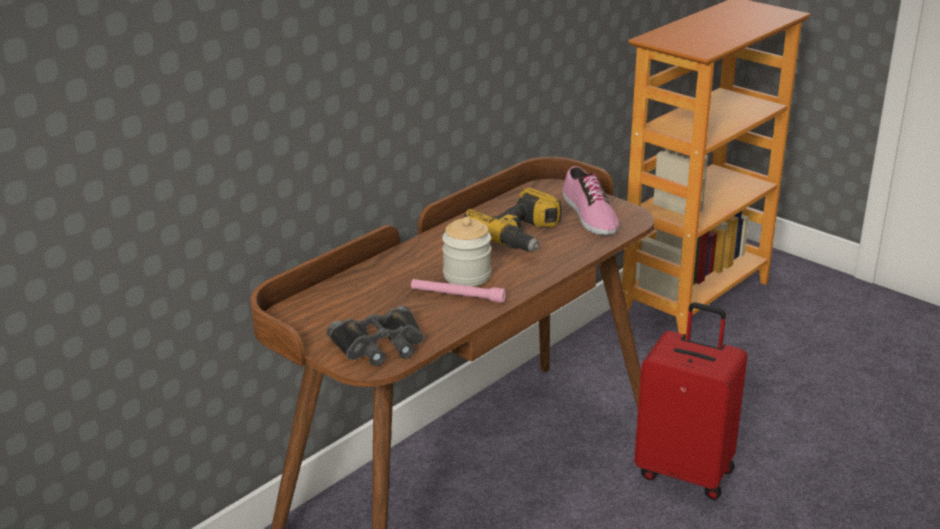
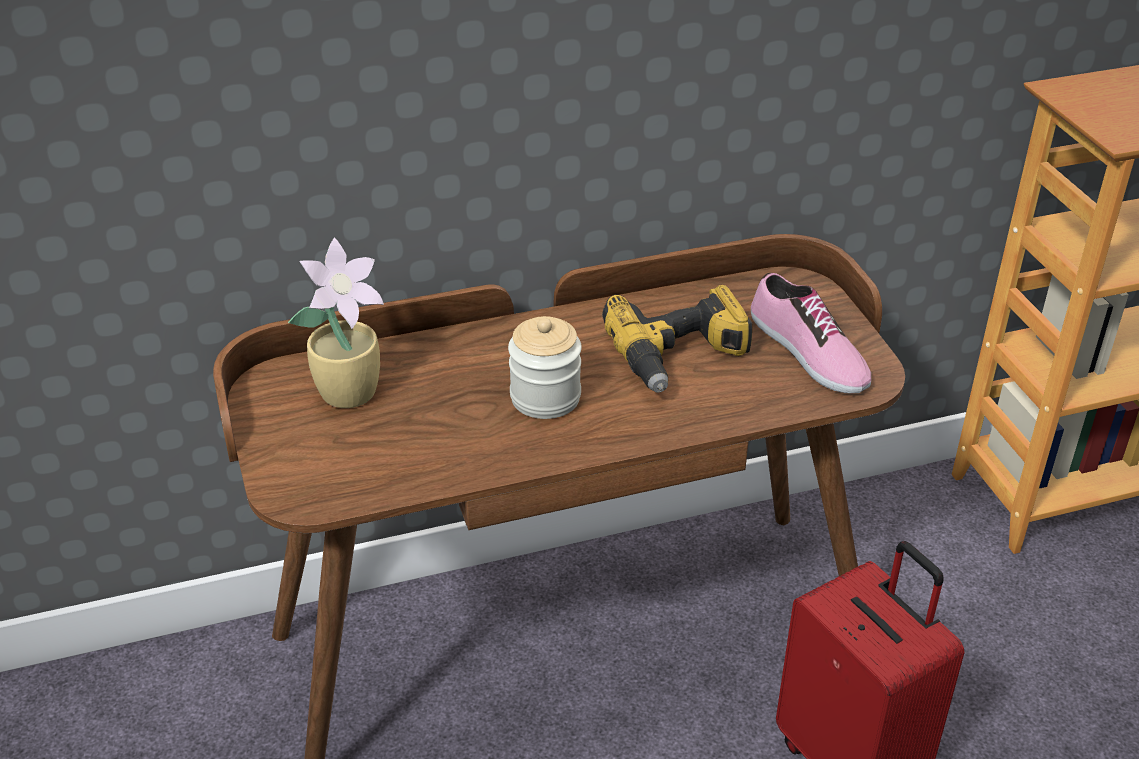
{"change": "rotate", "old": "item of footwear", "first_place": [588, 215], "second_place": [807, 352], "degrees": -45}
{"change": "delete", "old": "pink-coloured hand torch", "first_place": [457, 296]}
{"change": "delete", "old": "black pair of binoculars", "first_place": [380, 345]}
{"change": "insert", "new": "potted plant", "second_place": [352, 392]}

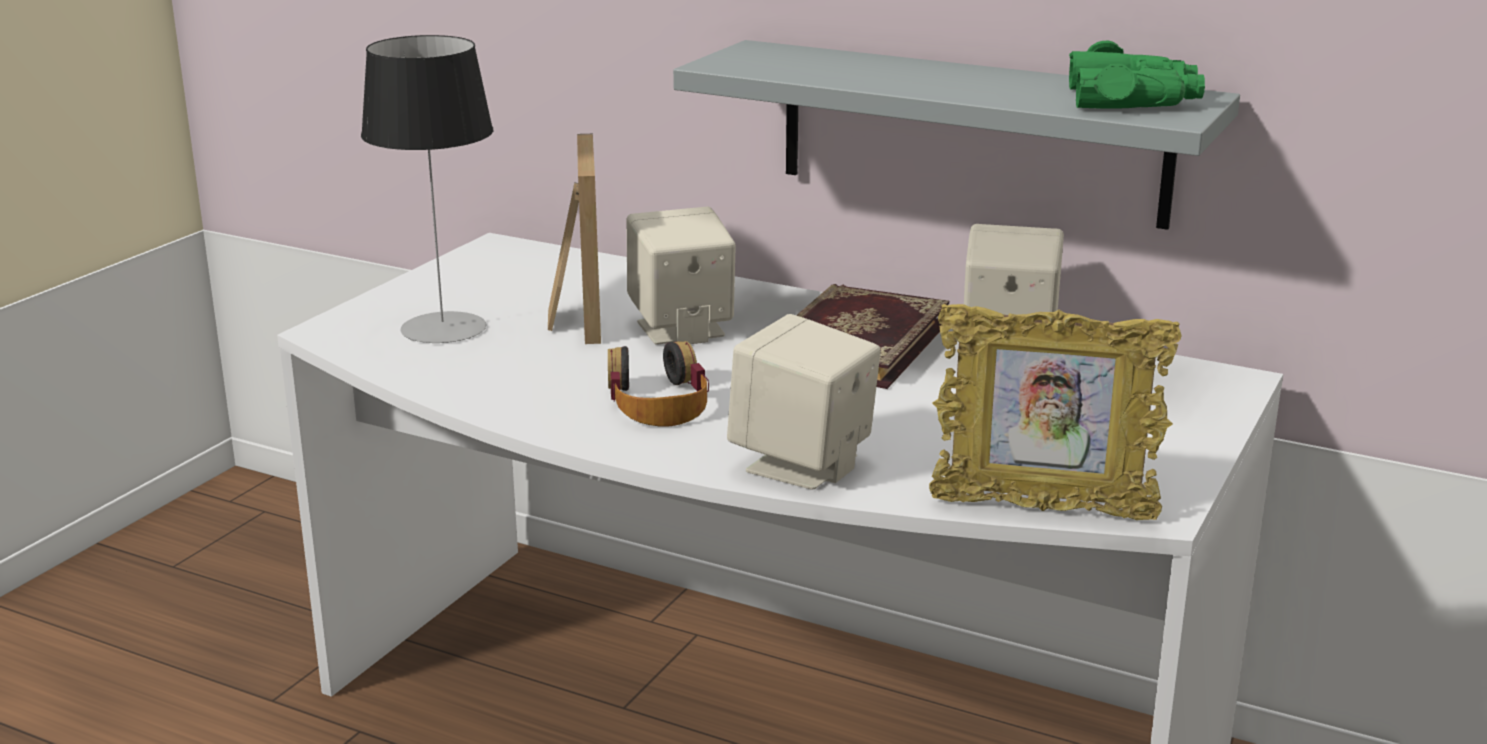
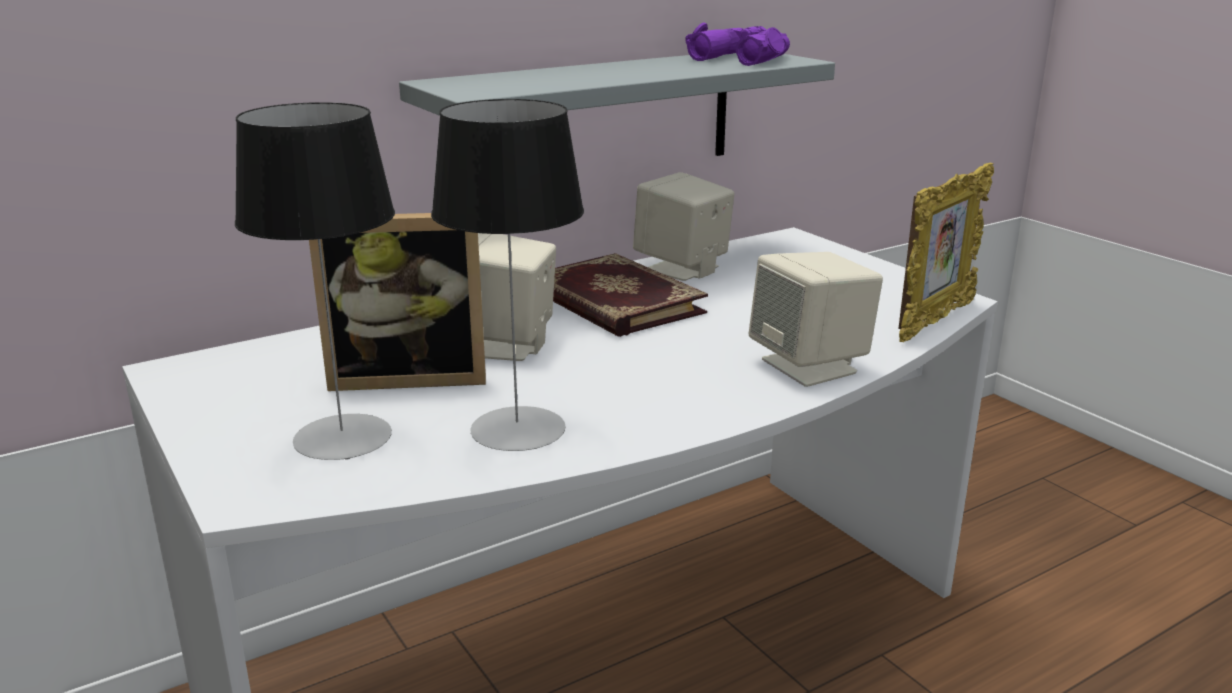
{"change": "recolor", "old": "green-coloured pair of binoculars", "new": "purple-coloured pair of binoculars", "first_place": [1132, 99], "second_place": [743, 58]}
{"change": "rotate", "old": "picture frame", "first_place": [574, 316], "second_place": [409, 376], "degrees": 150}
{"change": "delete", "old": "headset", "first_place": [658, 401]}
{"change": "insert", "new": "table lamp", "second_place": [517, 429]}

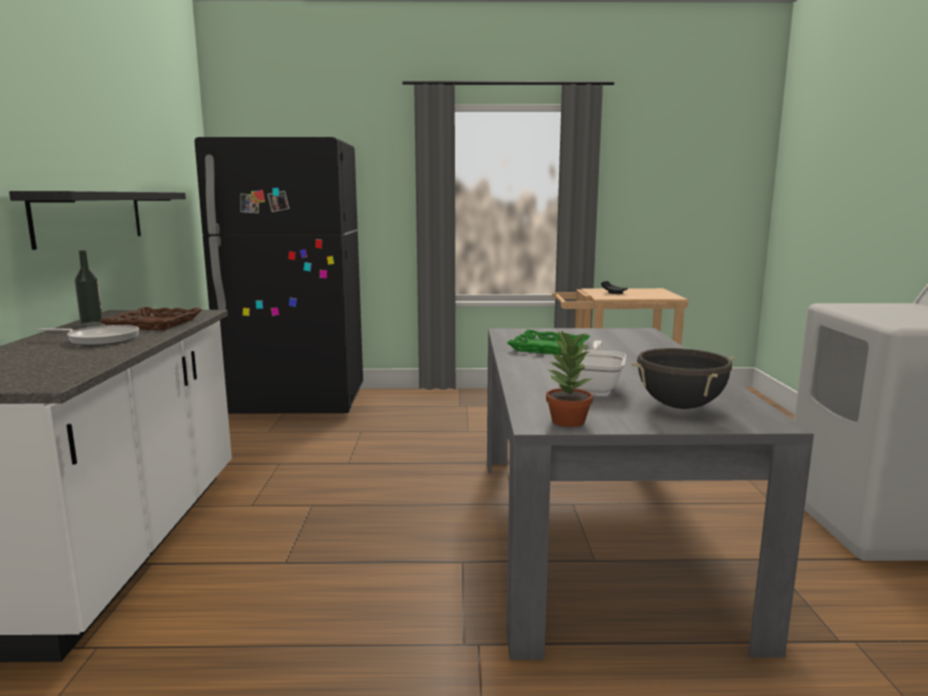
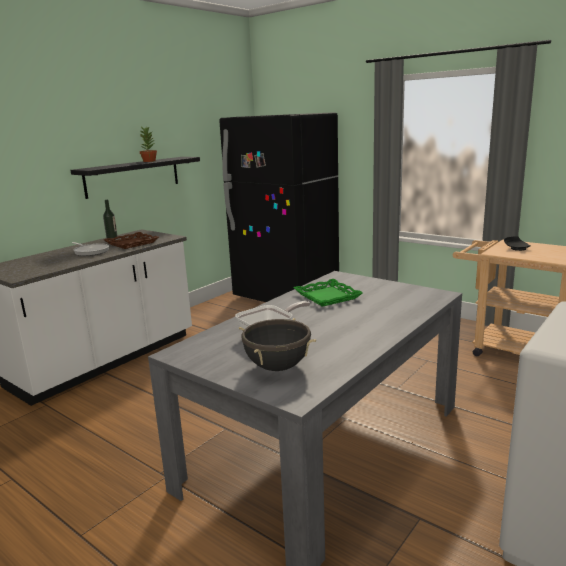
{"change": "move", "old": "potted plant", "first_place": [567, 421], "second_place": [149, 161]}

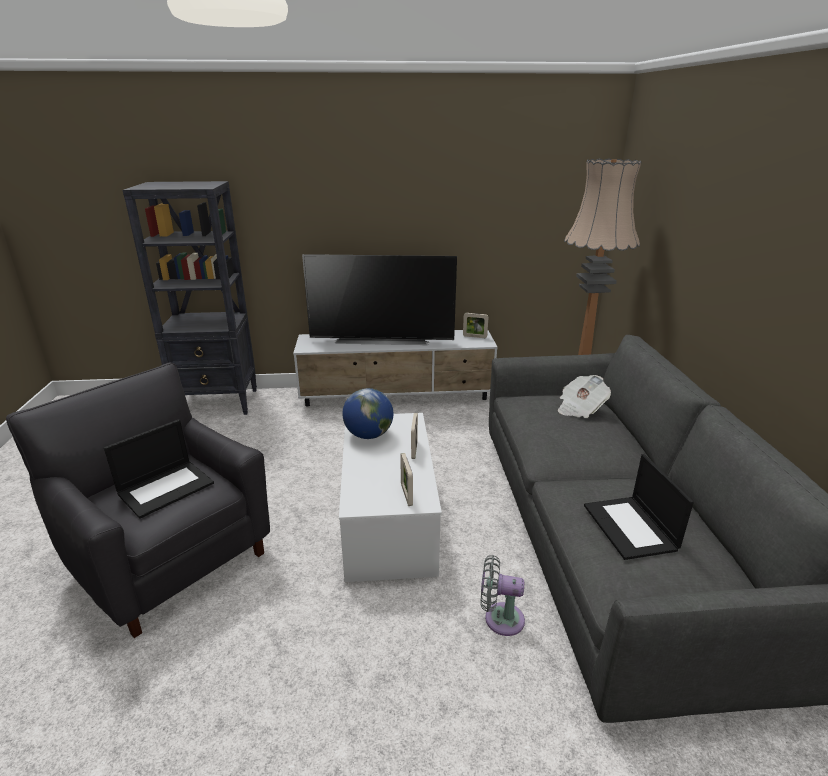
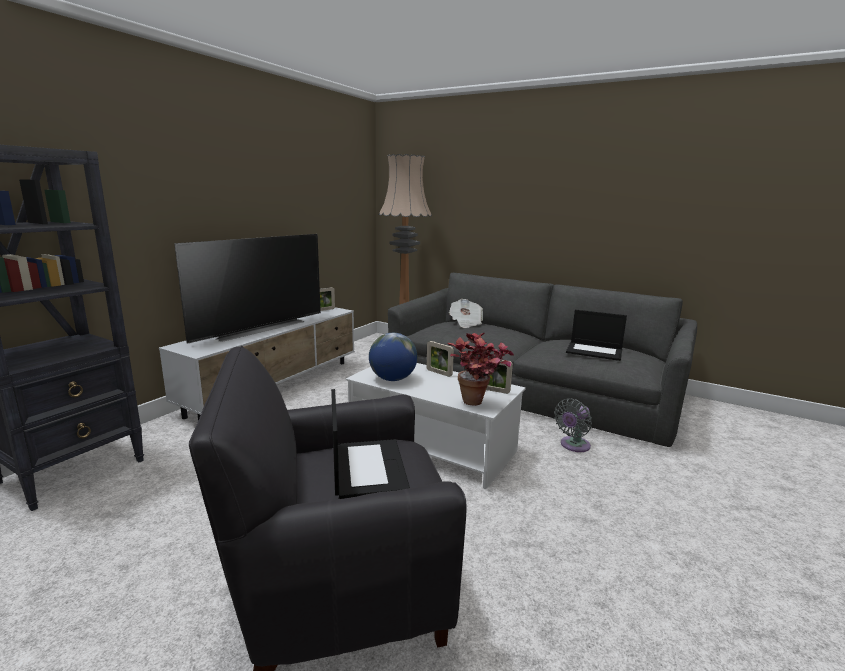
{"change": "insert", "new": "potted plant", "second_place": [478, 404]}

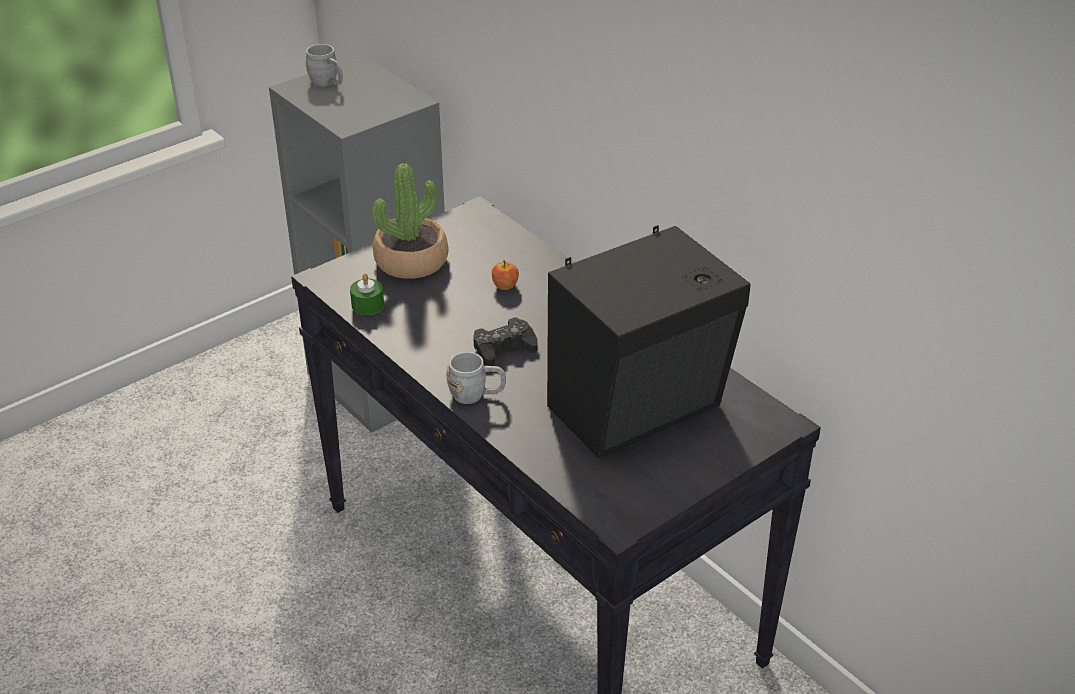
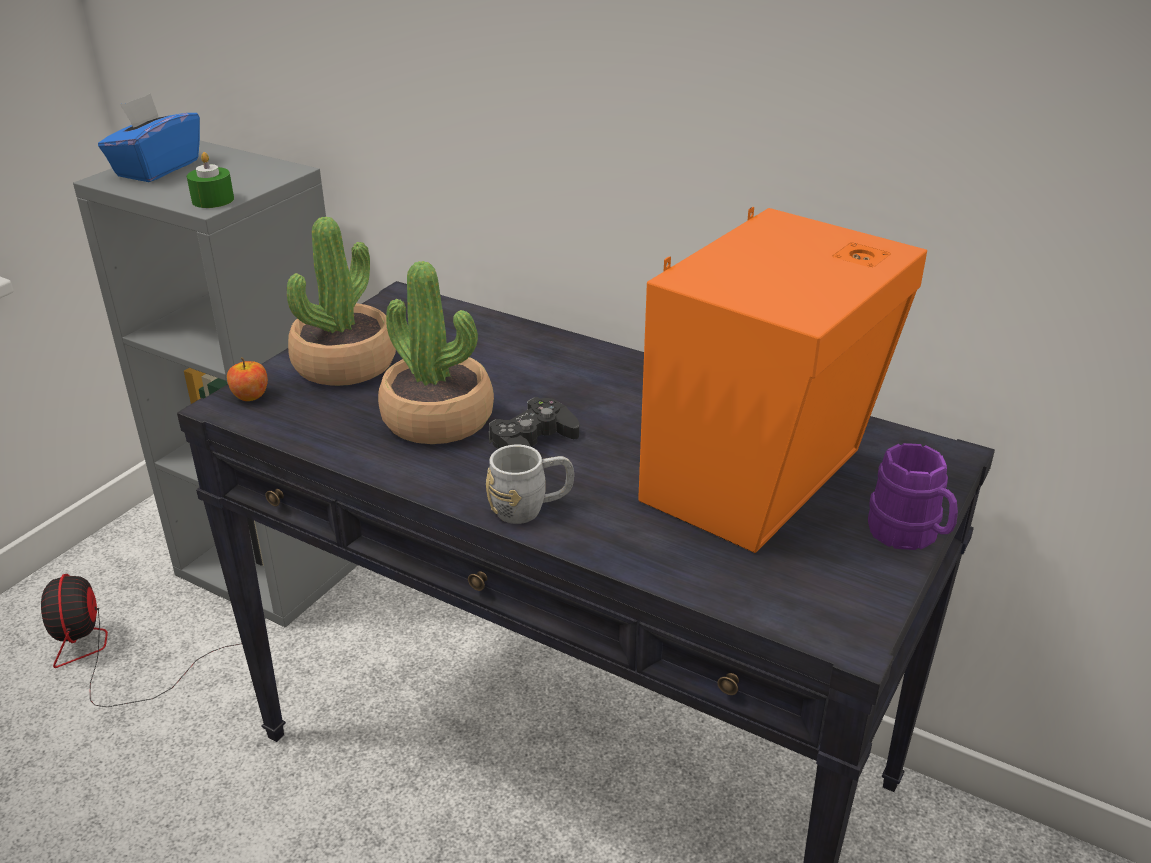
{"change": "replace", "old": "greyish coffee mug", "new": "bluish tissue holder", "first_place": [327, 83], "second_place": [157, 169]}
{"change": "recolor", "old": "black audio speaker", "new": "orange-coloured audio speaker", "first_place": [641, 409], "second_place": [765, 477]}
{"change": "move", "old": "apple fruit", "first_place": [505, 286], "second_place": [250, 396]}
{"change": "move", "old": "green-coloured candle", "first_place": [367, 305], "second_place": [213, 200]}
{"change": "insert", "new": "potted plant", "second_place": [438, 418]}
{"change": "insert", "new": "purple-coloured coffee mug", "second_place": [909, 535]}
{"change": "insert", "new": "cooling fan", "second_place": [106, 656]}

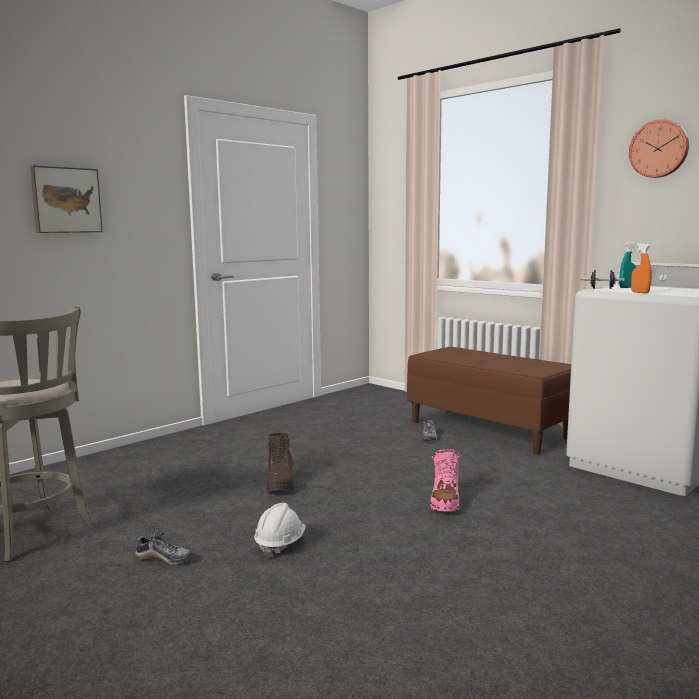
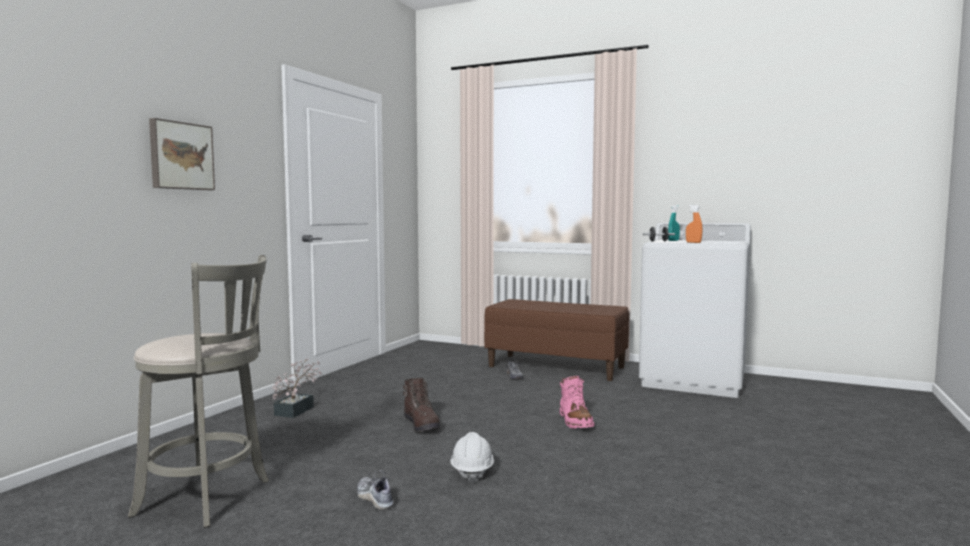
{"change": "delete", "old": "hanging clock", "first_place": [659, 149]}
{"change": "rotate", "old": "item of footwear", "first_place": [164, 558], "second_place": [374, 498], "degrees": -120}
{"change": "insert", "new": "potted plant", "second_place": [297, 409]}

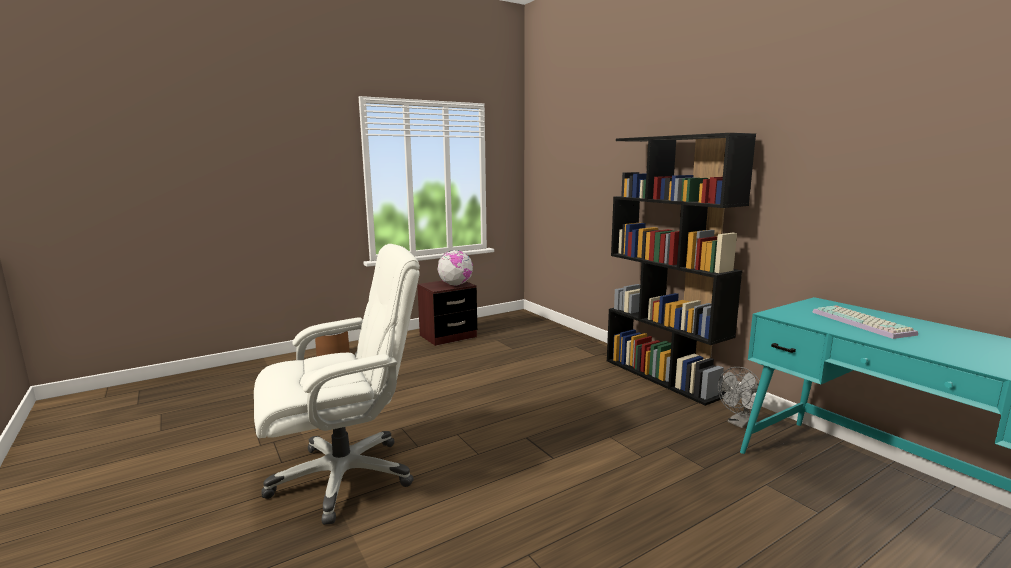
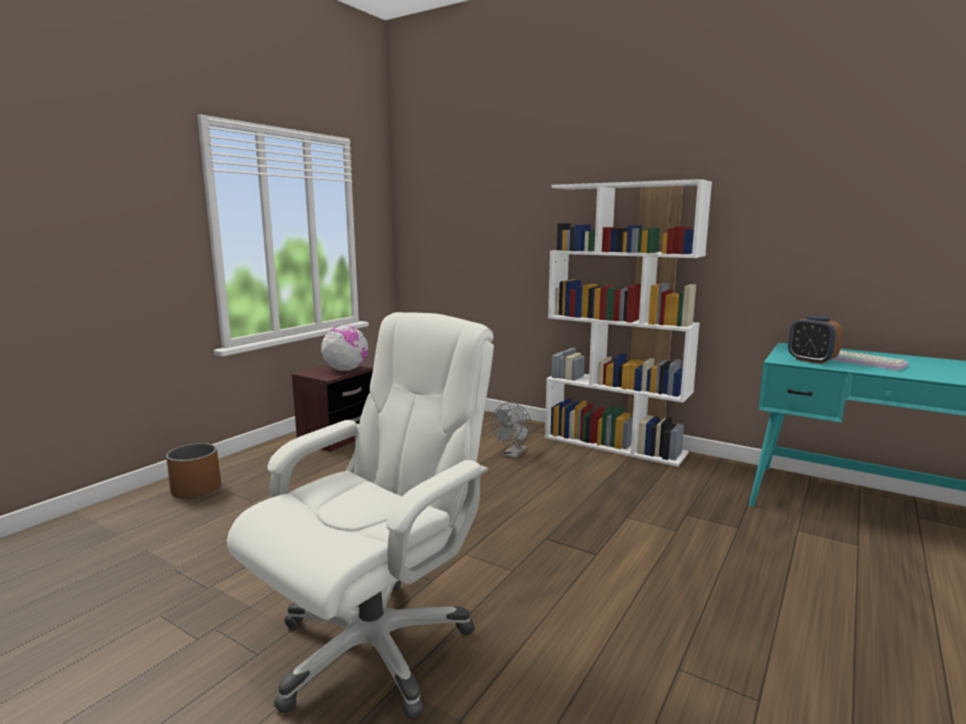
{"change": "recolor", "old": "black bookshelf", "new": "white-coloured bookshelf", "first_place": [664, 377], "second_place": [615, 445]}
{"change": "move", "old": "greyish cooling fan", "first_place": [739, 423], "second_place": [513, 455]}
{"change": "insert", "new": "table clock", "second_place": [811, 360]}

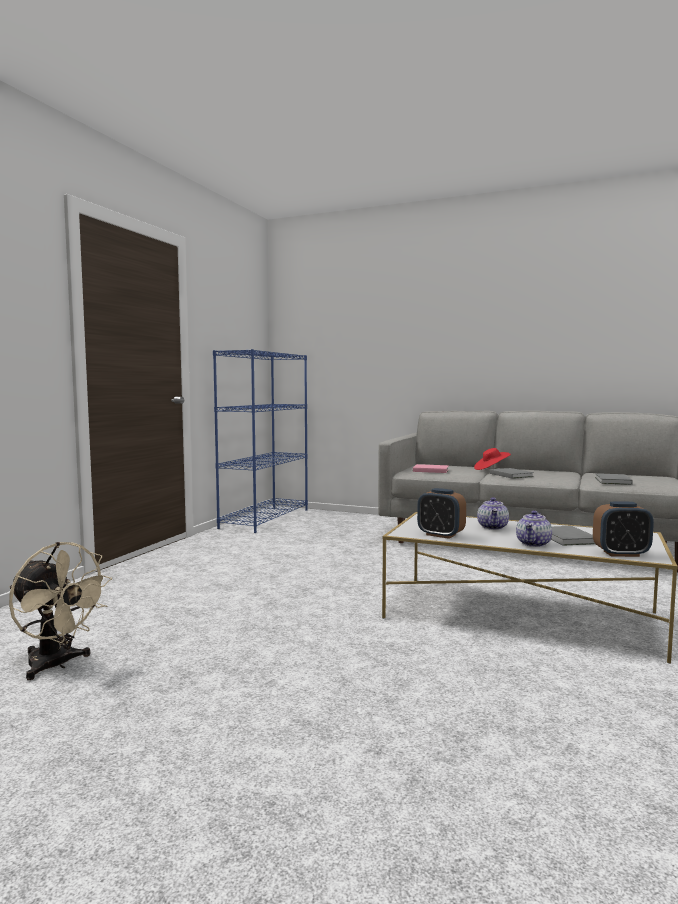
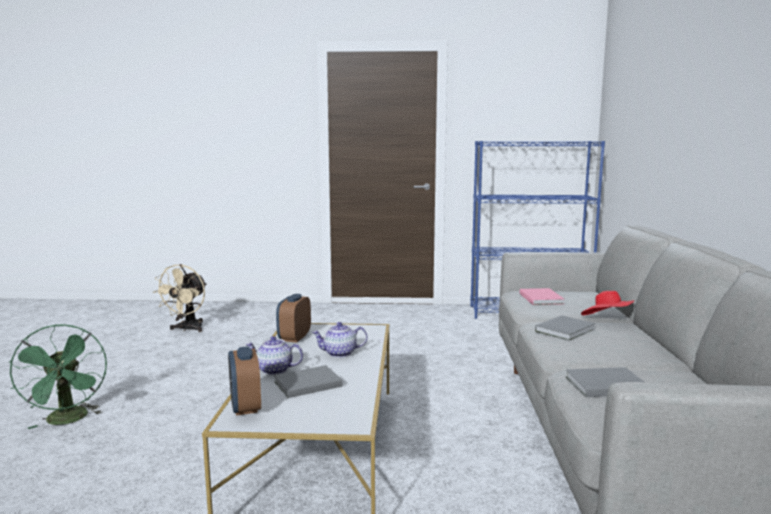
{"change": "insert", "new": "green-coloured cooling fan", "second_place": [68, 420]}

